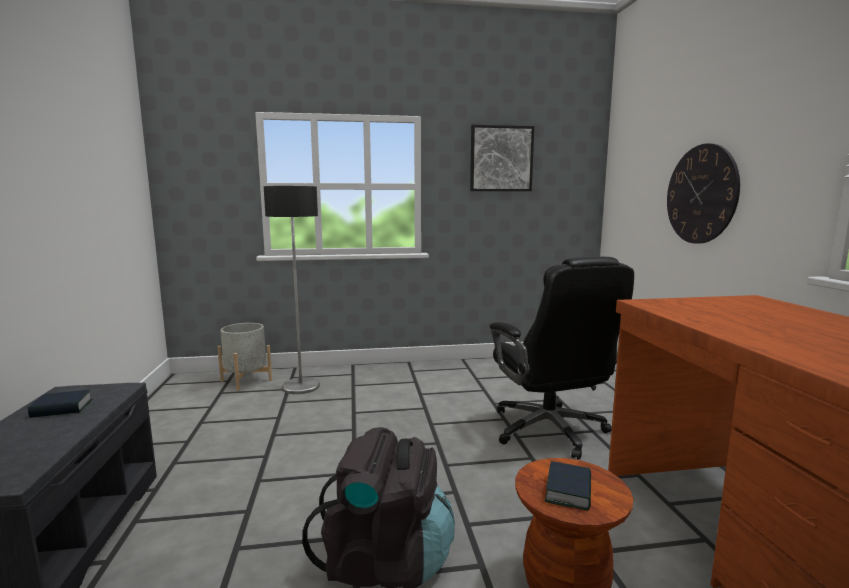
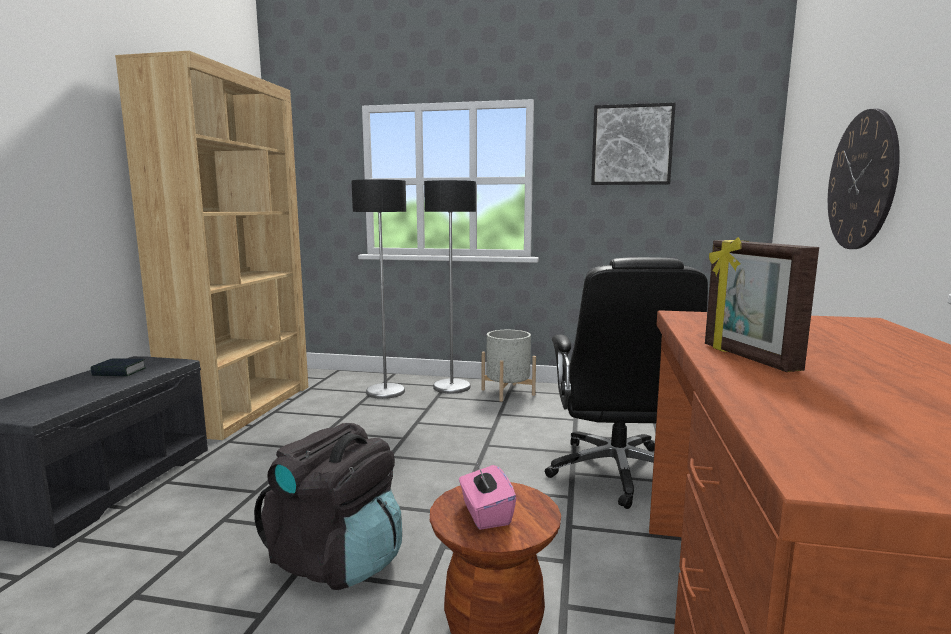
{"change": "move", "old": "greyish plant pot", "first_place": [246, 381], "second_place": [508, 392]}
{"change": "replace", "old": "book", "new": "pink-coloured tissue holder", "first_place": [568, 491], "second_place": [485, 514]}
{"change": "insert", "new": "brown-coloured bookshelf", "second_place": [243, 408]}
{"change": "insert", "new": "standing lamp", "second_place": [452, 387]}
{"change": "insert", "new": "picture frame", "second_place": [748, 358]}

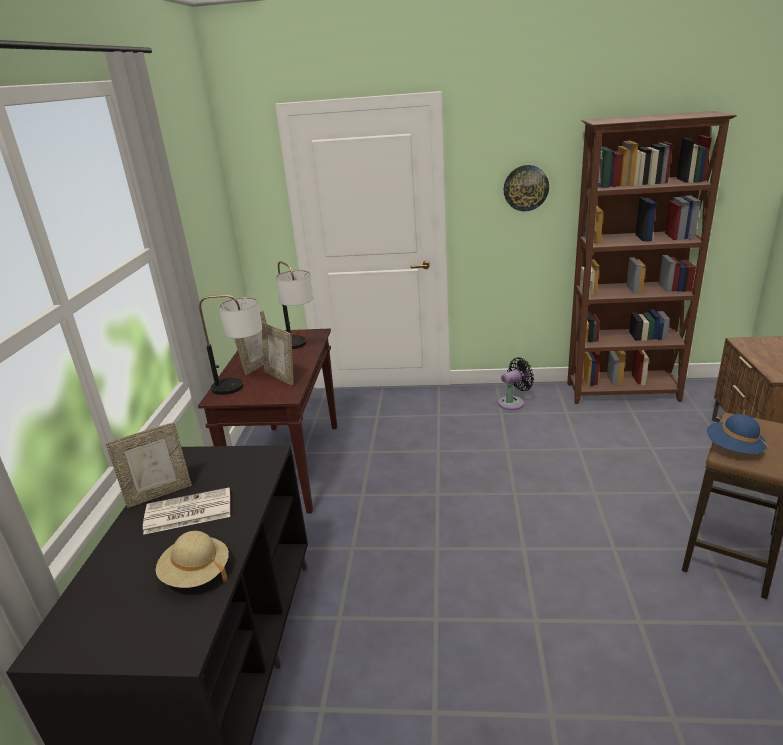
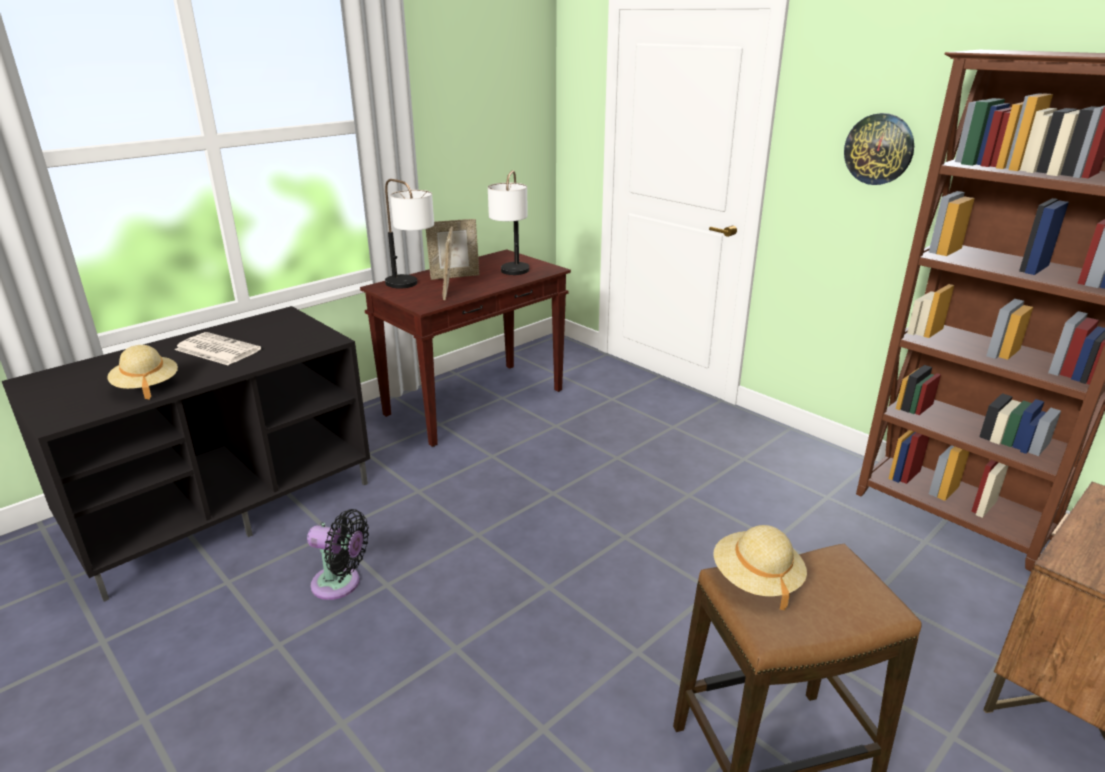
{"change": "move", "old": "black cooling fan", "first_place": [513, 402], "second_place": [340, 584]}
{"change": "recolor", "old": "bluish wearable hat", "new": "beige-coloured wearable hat", "first_place": [733, 449], "second_place": [756, 580]}
{"change": "delete", "old": "picture frame", "first_place": [159, 494]}

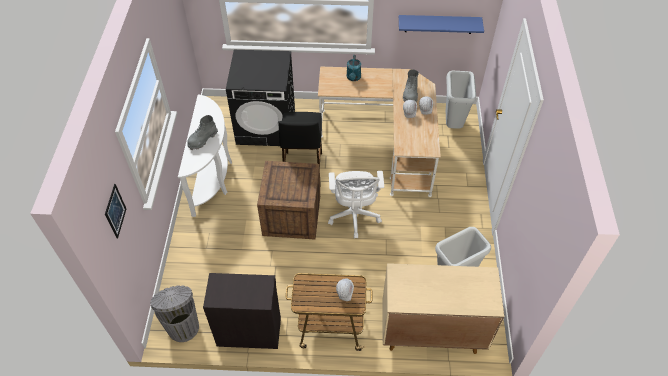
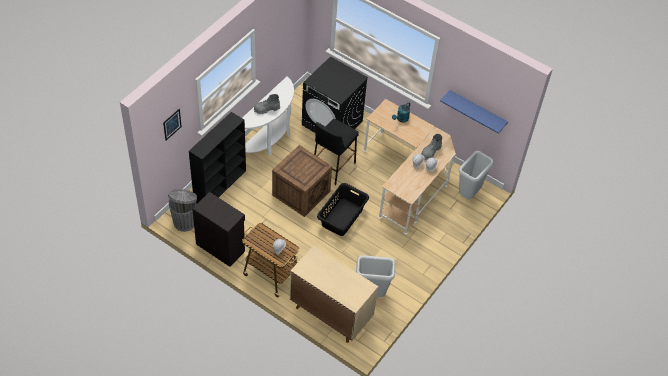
{"change": "replace", "old": "white-coloured computer chair", "new": "black laundry basket", "first_place": [354, 216], "second_place": [341, 217]}
{"change": "insert", "new": "black bookshelf", "second_place": [220, 185]}

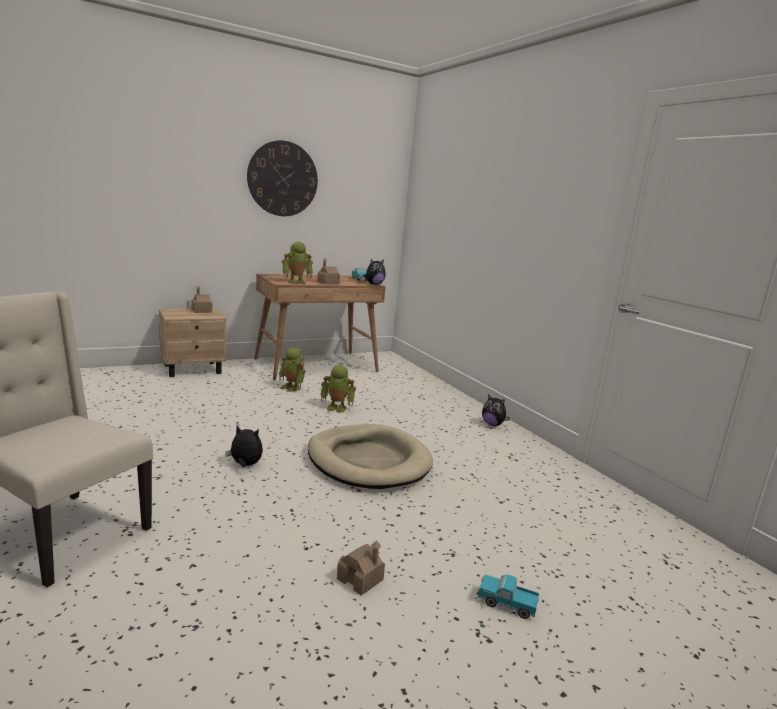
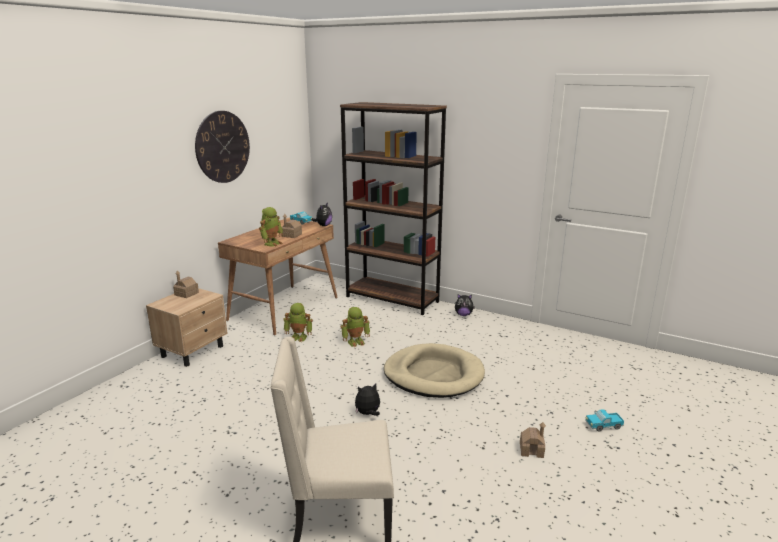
{"change": "insert", "new": "brown-coloured bookshelf", "second_place": [392, 299]}

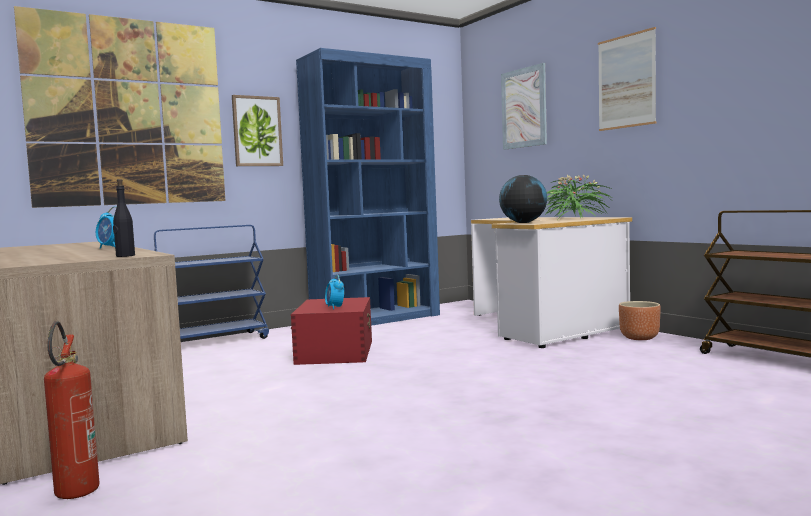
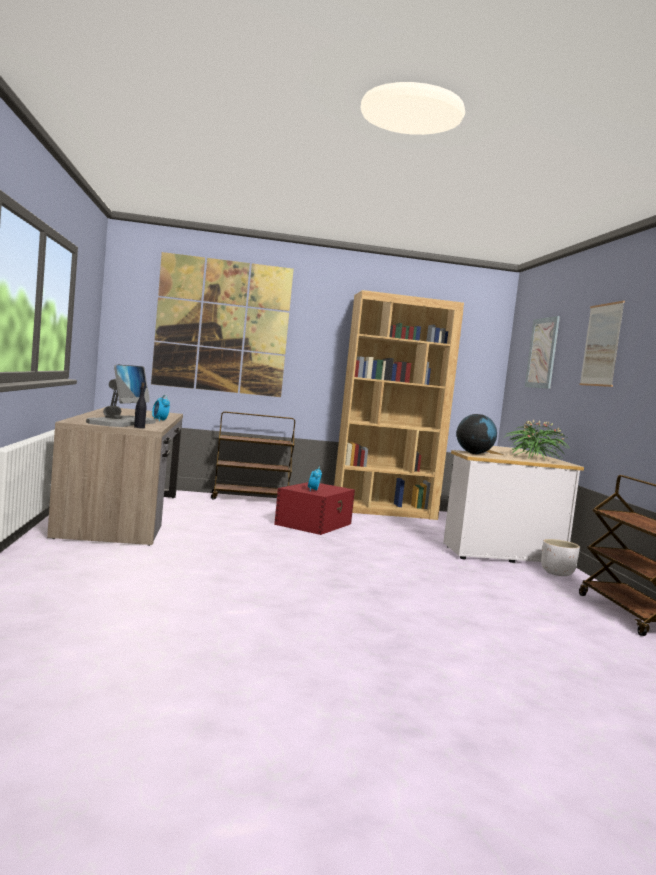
{"change": "recolor", "old": "bluish bookshelf", "new": "brown-coloured bookshelf", "first_place": [376, 319], "second_place": [384, 511]}
{"change": "delete", "old": "wall picture", "first_place": [257, 131]}
{"change": "recolor", "old": "bluish cart", "new": "brown-coloured cart", "first_place": [213, 342], "second_place": [250, 499]}
{"change": "recolor", "old": "brown-coloured plant pot", "new": "white-coloured plant pot", "first_place": [640, 338], "second_place": [557, 573]}
{"change": "delete", "old": "extinguisher", "first_place": [74, 495]}
{"change": "insert", "new": "computer display", "second_place": [122, 422]}

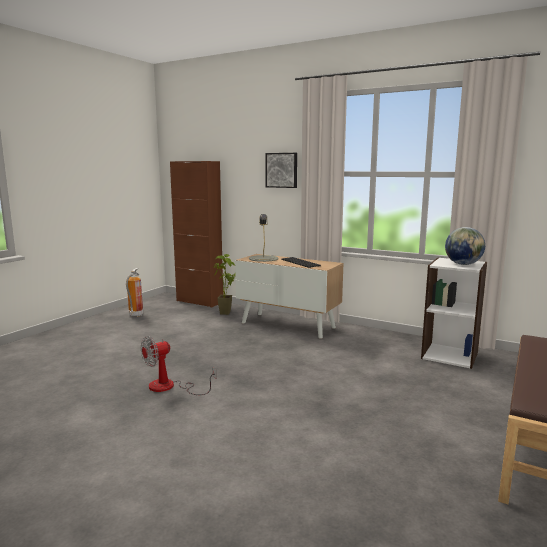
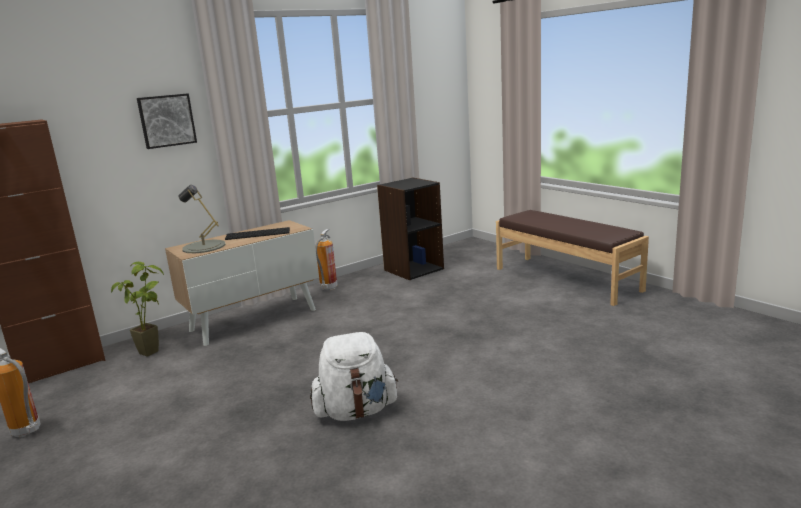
{"change": "delete", "old": "desk globe", "first_place": [463, 264]}
{"change": "recolor", "old": "white-coloured bookshelf", "new": "black bookshelf", "first_place": [450, 355], "second_place": [413, 269]}
{"change": "replace", "old": "cooling fan", "new": "white-coloured rucksack", "first_place": [170, 387], "second_place": [356, 411]}
{"change": "insert", "new": "extinguisher", "second_place": [328, 288]}

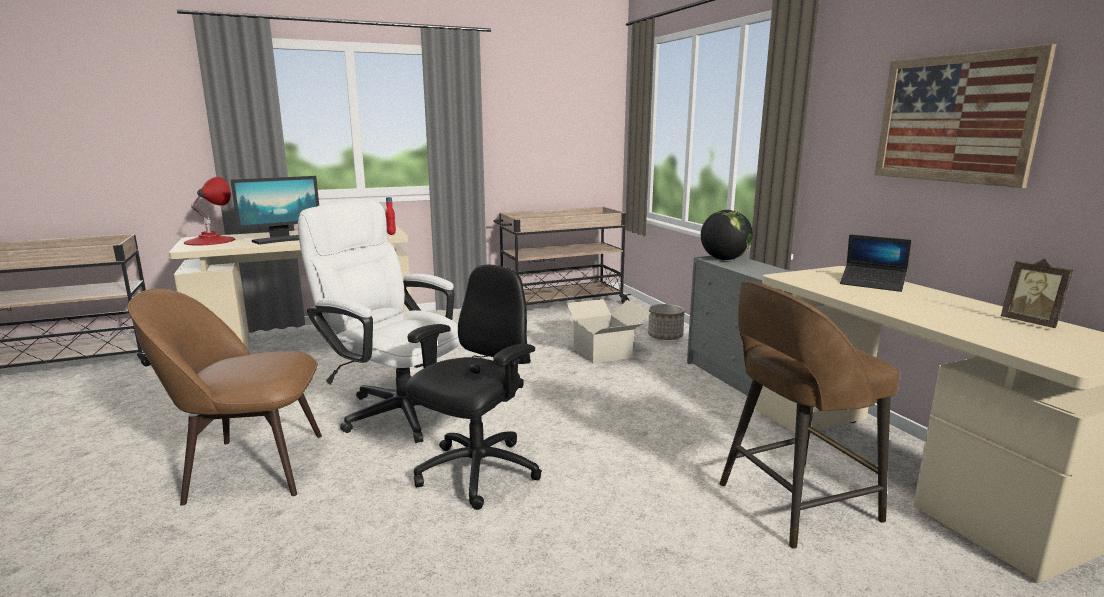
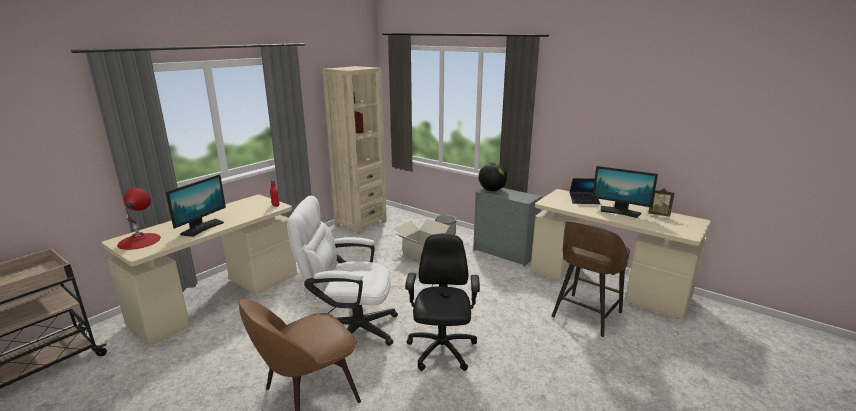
{"change": "delete", "old": "wall picture", "first_place": [954, 118]}
{"change": "replace", "old": "beige-coloured cart", "new": "beige-coloured bookshelf", "first_place": [560, 304], "second_place": [361, 223]}
{"change": "insert", "new": "computer display", "second_place": [619, 212]}

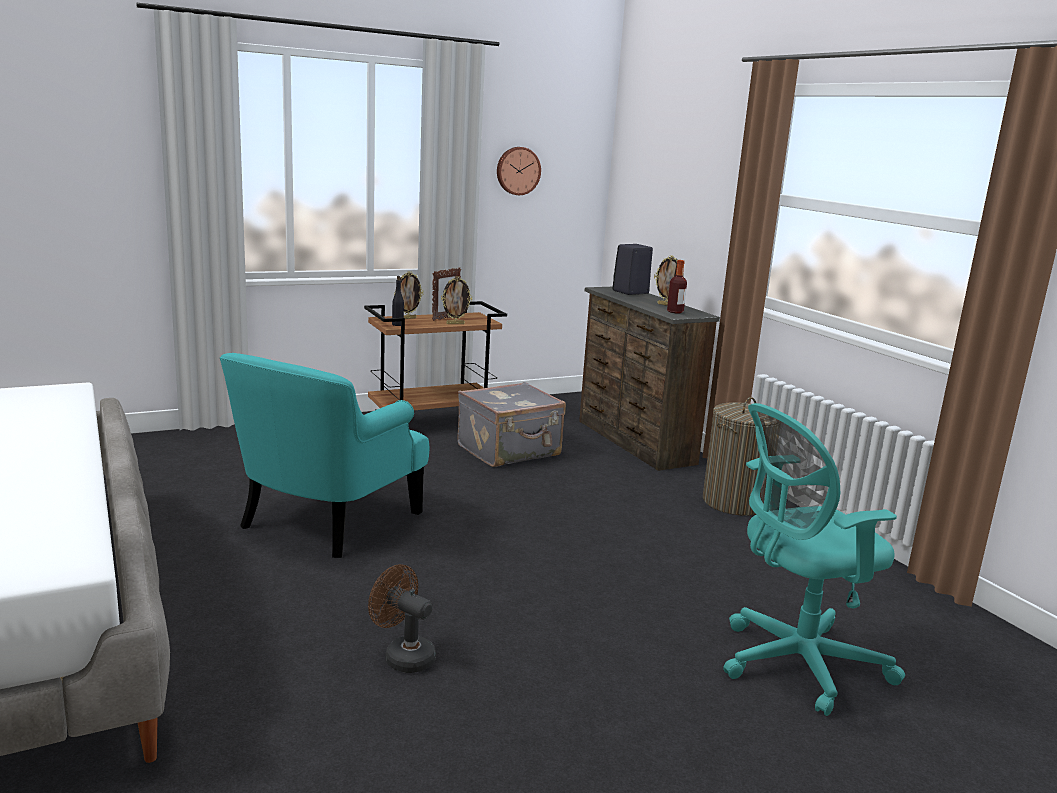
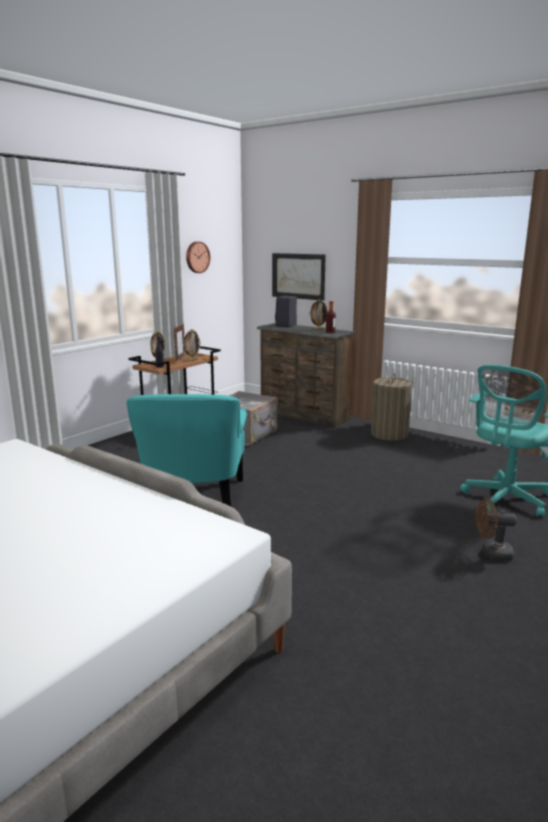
{"change": "move", "old": "brown-coloured cooling fan", "first_place": [403, 656], "second_place": [491, 553]}
{"change": "insert", "new": "wall picture", "second_place": [298, 276]}

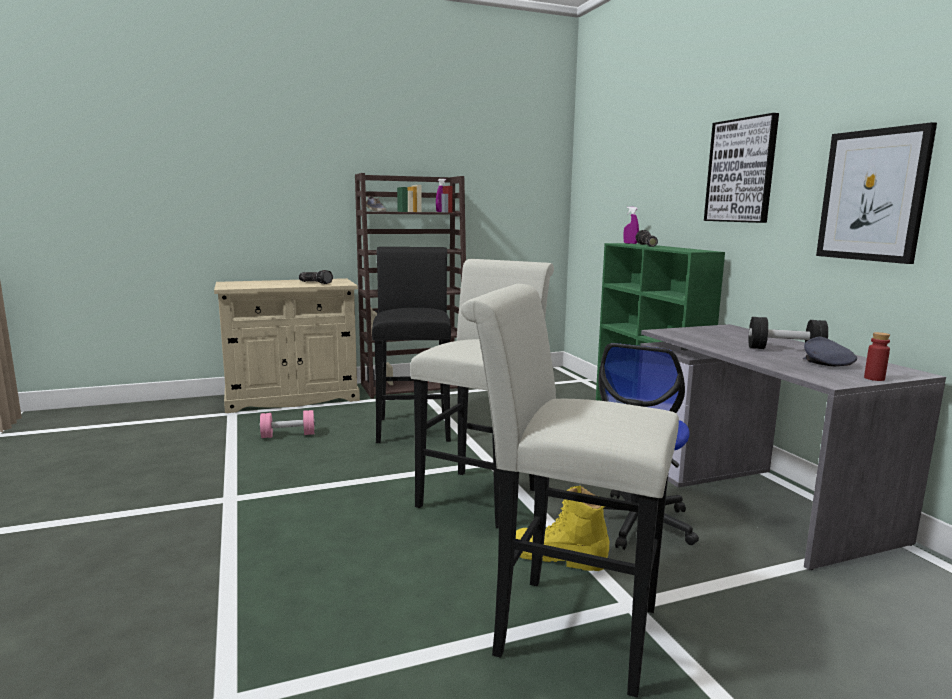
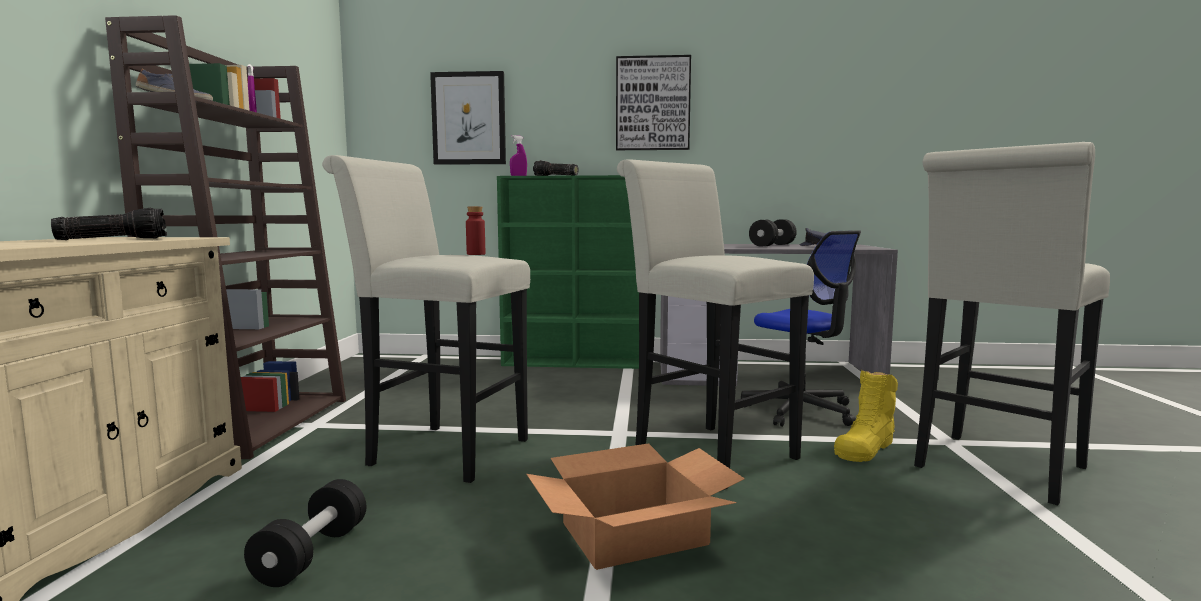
{"change": "move", "old": "wall picture", "first_place": [873, 195], "second_place": [469, 118]}
{"change": "recolor", "old": "black stool", "new": "white-coloured stool", "first_place": [413, 427], "second_place": [440, 451]}
{"change": "move", "old": "red bottle", "first_place": [874, 378], "second_place": [476, 254]}
{"change": "recolor", "old": "pink-coloured free weight", "new": "black free weight", "first_place": [288, 435], "second_place": [312, 554]}
{"change": "insert", "new": "cardboard box", "second_place": [633, 533]}

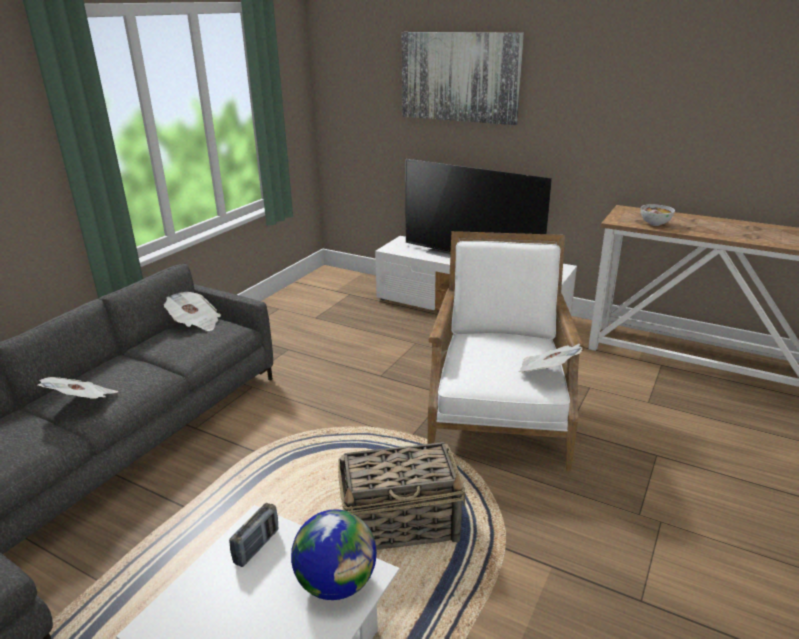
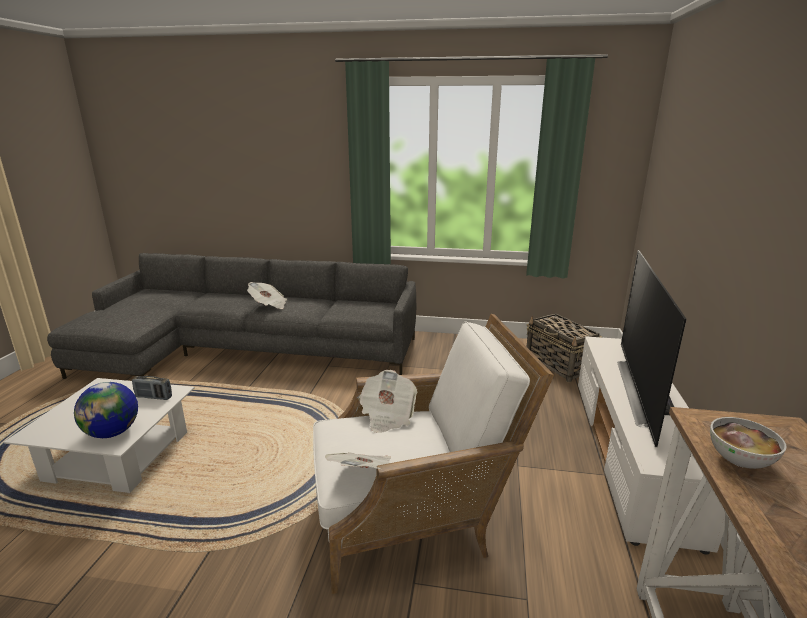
{"change": "delete", "old": "wall picture", "first_place": [459, 77]}
{"change": "move", "old": "printed paper", "first_place": [195, 323], "second_place": [387, 415]}
{"change": "move", "old": "storage basket", "first_place": [401, 524], "second_place": [560, 365]}

